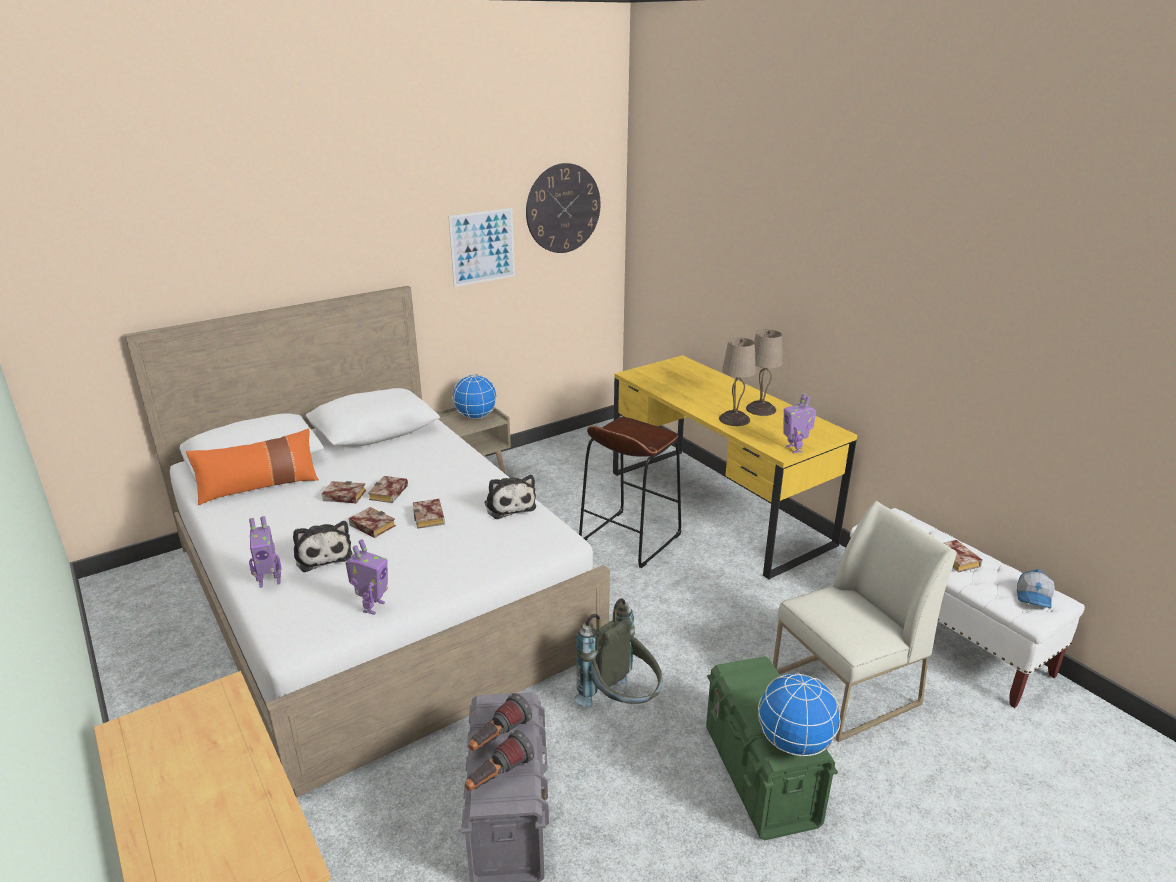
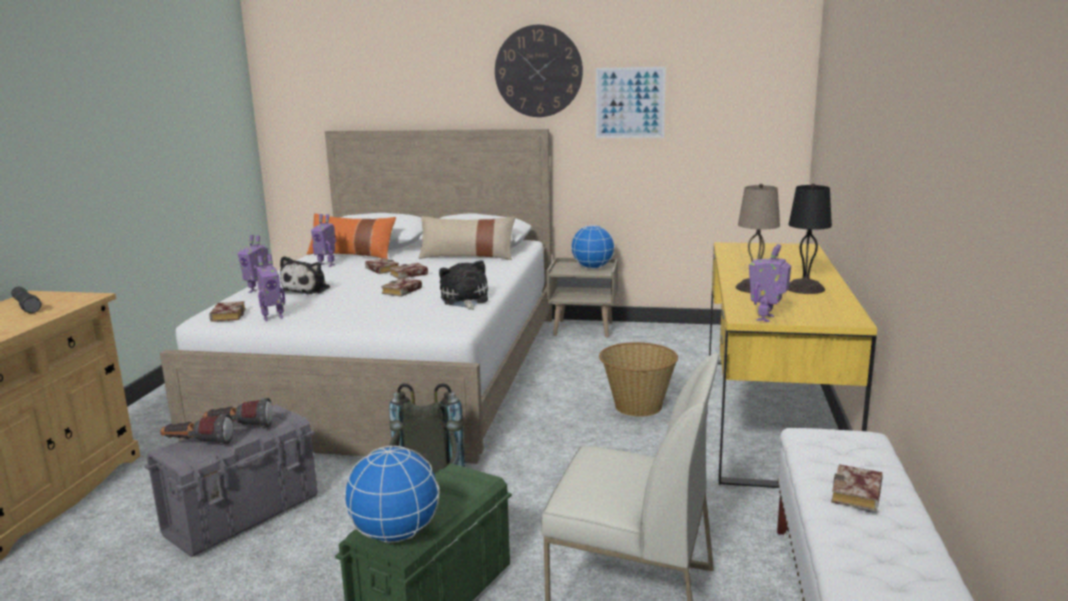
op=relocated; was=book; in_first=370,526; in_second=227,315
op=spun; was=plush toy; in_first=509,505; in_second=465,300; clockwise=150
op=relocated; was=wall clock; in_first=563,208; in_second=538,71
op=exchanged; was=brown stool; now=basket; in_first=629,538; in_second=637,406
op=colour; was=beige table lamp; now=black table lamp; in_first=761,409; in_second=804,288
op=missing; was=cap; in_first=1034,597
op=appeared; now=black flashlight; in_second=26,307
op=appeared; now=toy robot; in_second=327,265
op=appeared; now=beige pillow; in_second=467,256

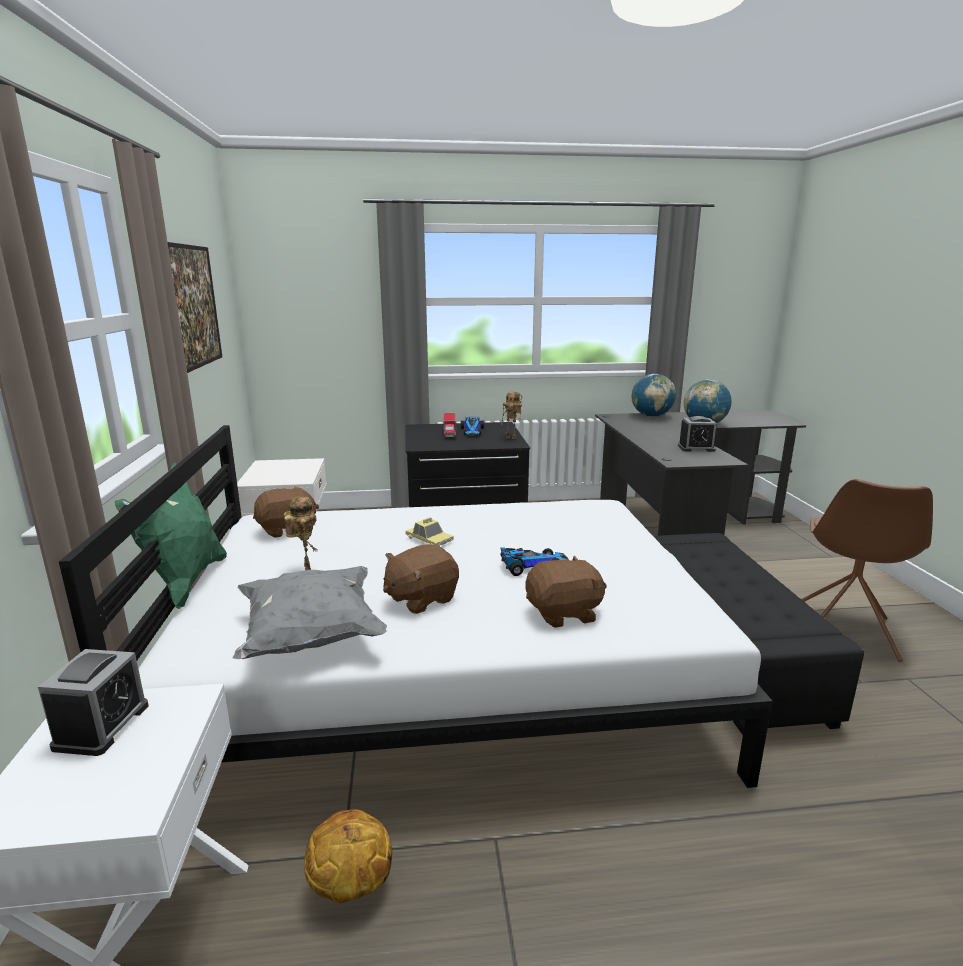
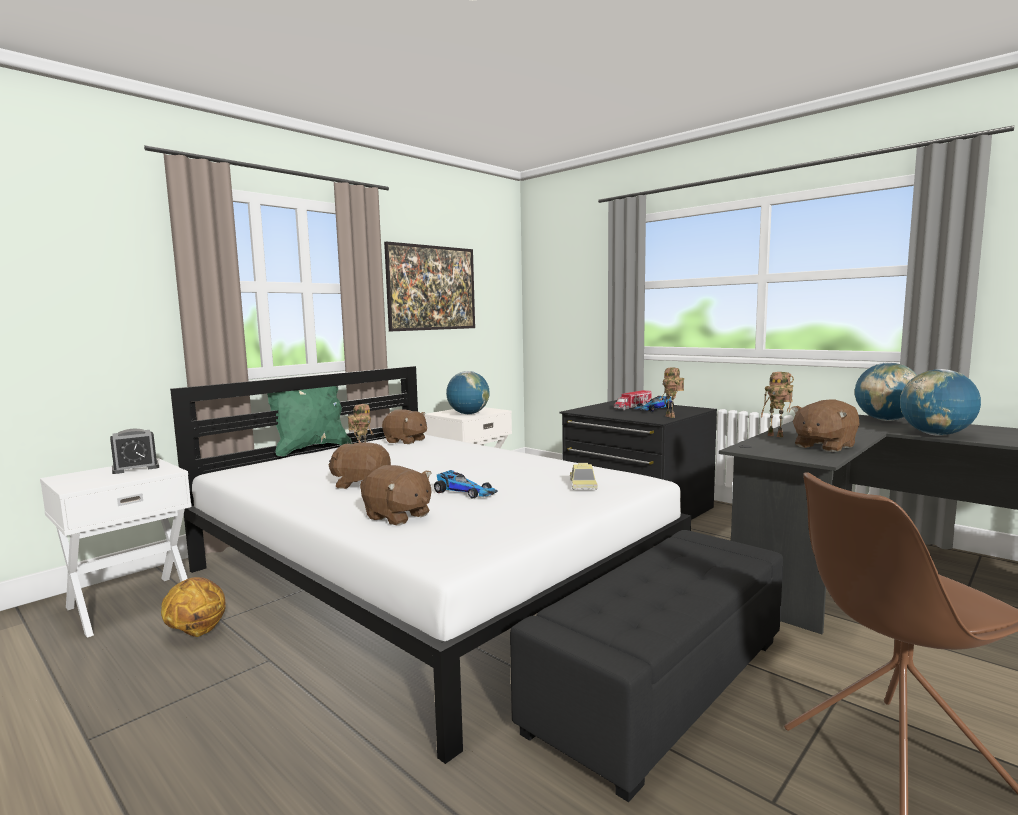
op=missing; was=grey pillow; in_first=311,636
op=relocated; was=toy car; in_first=429,539; in_second=583,485
op=exchanged; was=alarm clock; now=brown plush toy; in_first=696,448; in_second=823,446
op=appeared; now=globe; in_second=468,414
op=appeared; now=toy robot; in_second=777,436

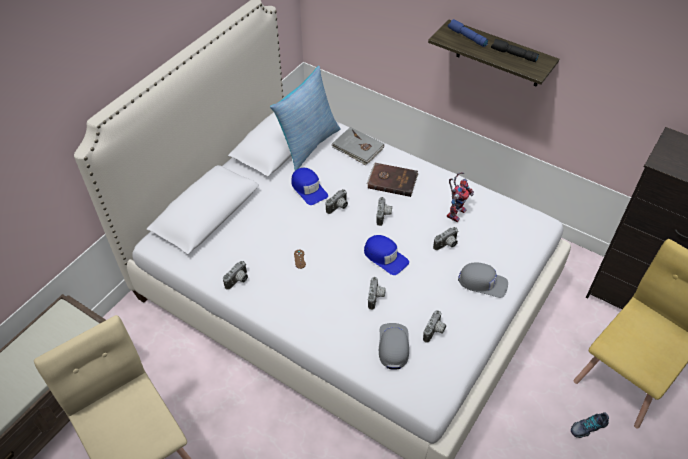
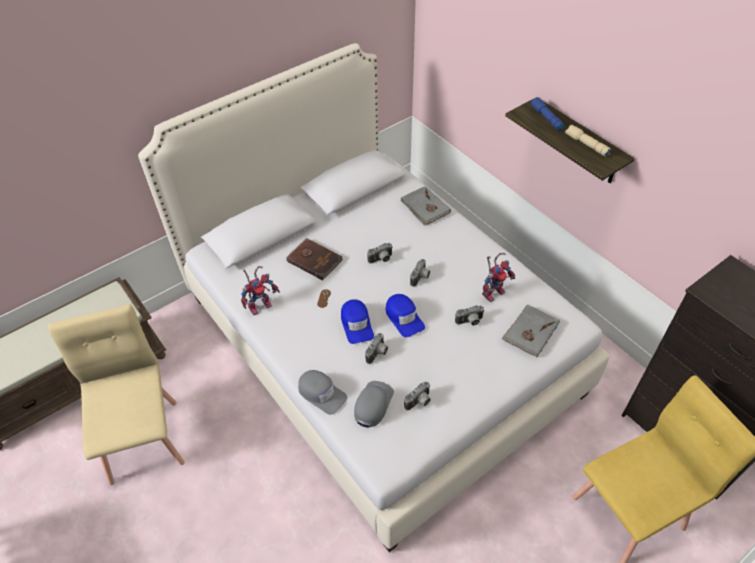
op=exchanged; was=photo camera; now=toy robot; in_first=238,281; in_second=261,304
op=missing; was=pillow; in_first=307,145
op=relocated; was=blue cap; in_first=308,189; in_second=356,324
op=relocated; was=brown book; in_first=392,180; in_second=314,260
op=relocated; was=grey cap; in_first=483,282; in_second=321,393
op=colour; was=black flashlight; now=beige flashlight; in_first=513,55; in_second=586,145
op=missing; was=shoe; in_first=588,427
op=appeared; now=grey book; in_second=530,332

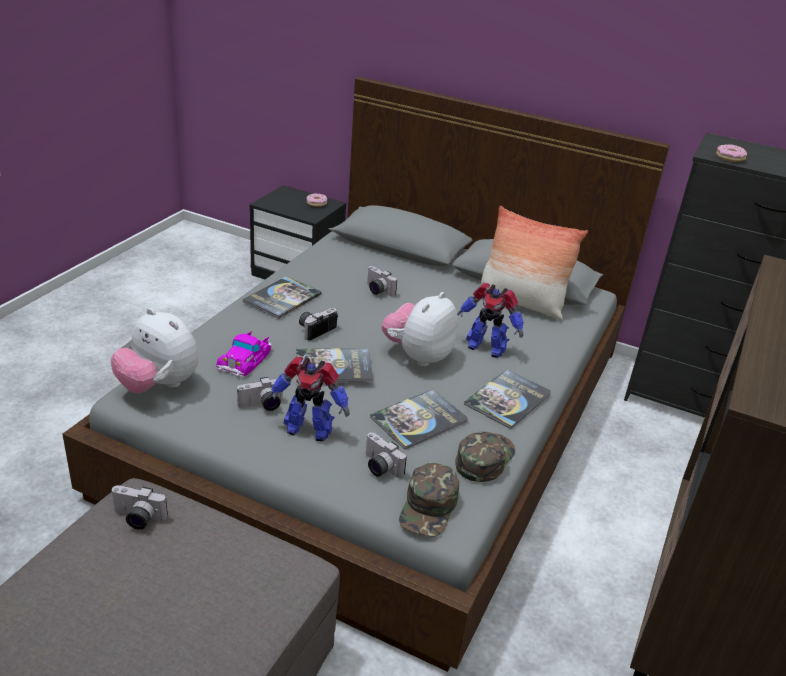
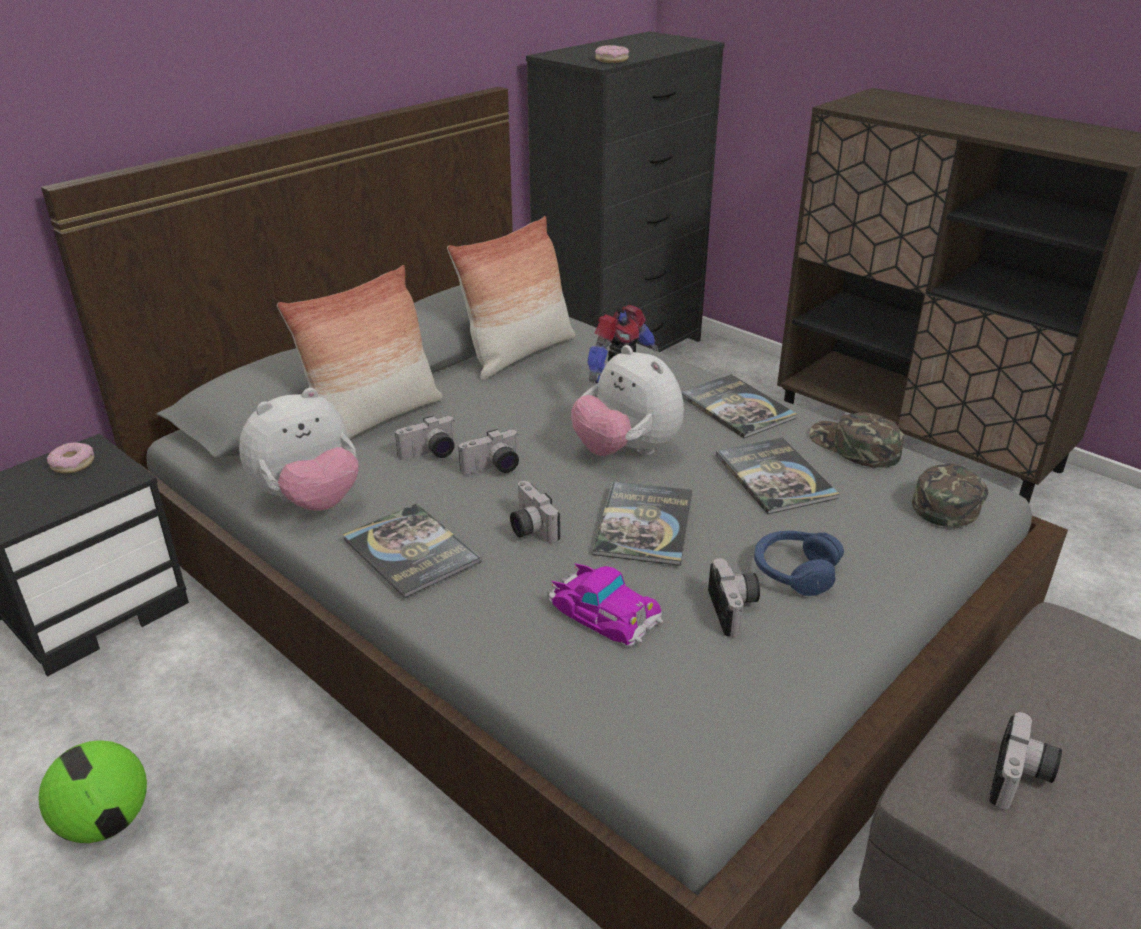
op=relocated; was=plush toy; in_first=158,385; in_second=309,500
op=exchanged; was=toy robot; now=blue headphones; in_first=308,429; in_second=794,571
op=relocated; was=photo camera; in_first=379,467; in_second=493,469
op=spun; was=green cap; in_first=429,507; in_second=949,500; clockwise=-90
op=appeared; now=football; in_second=106,821
op=appeared; now=pillow; in_second=375,419

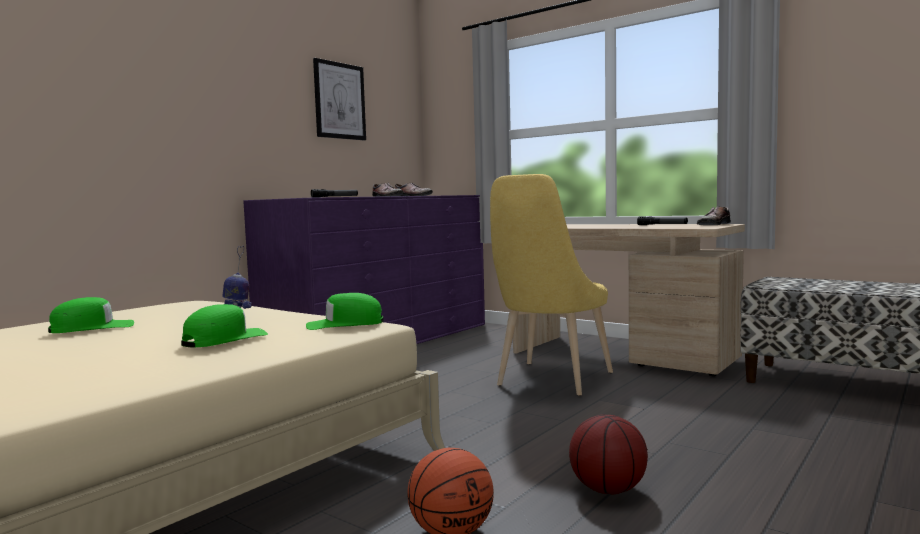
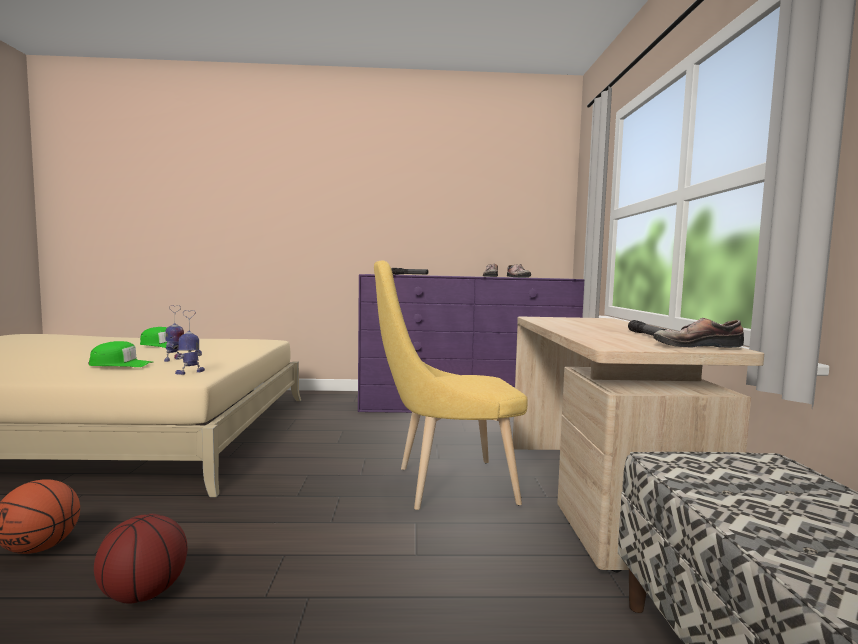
op=exchanged; was=green cap; now=toy robot; in_first=345,324; in_second=191,372
op=missing; was=picture; in_first=339,101

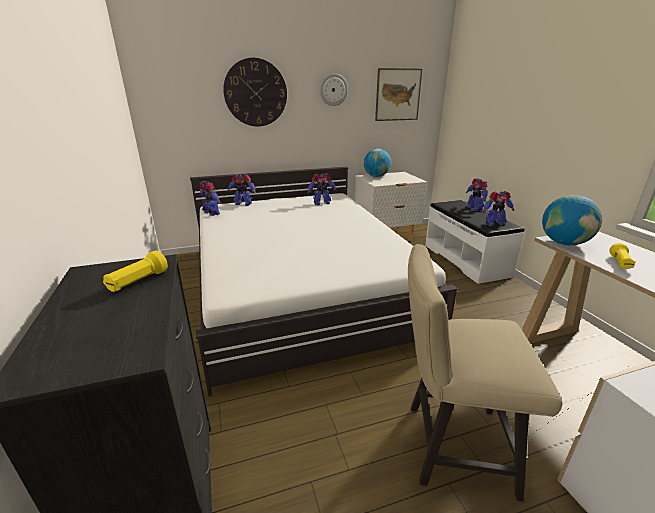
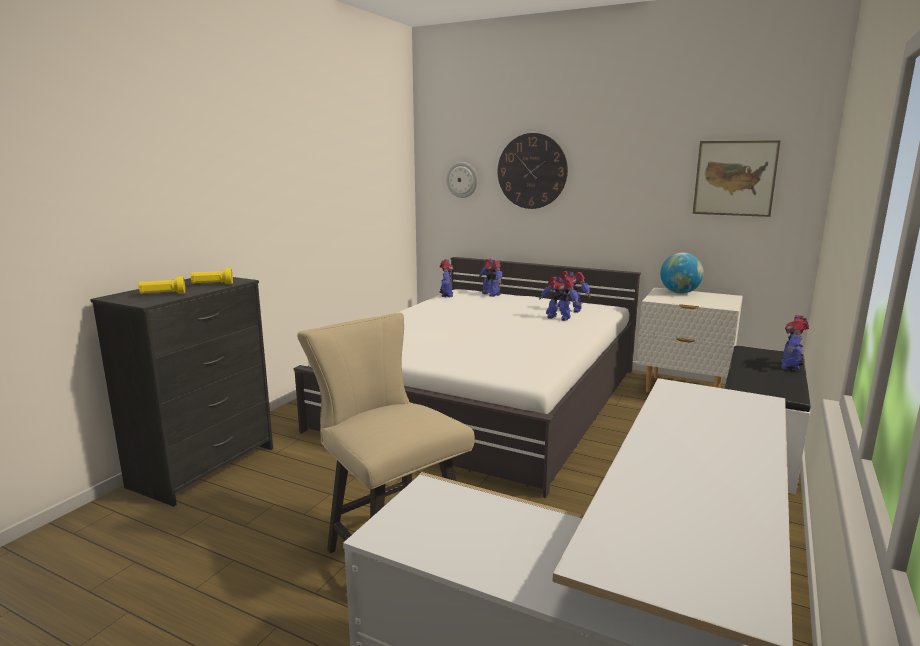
op=relocated; was=wall clock; in_first=333,90; in_second=462,180
op=relocated; was=toy robot; in_first=494,223; in_second=558,317
op=missing; was=globe; in_first=564,243
op=relocated; was=yellow flashlight; in_first=619,263; in_second=163,294

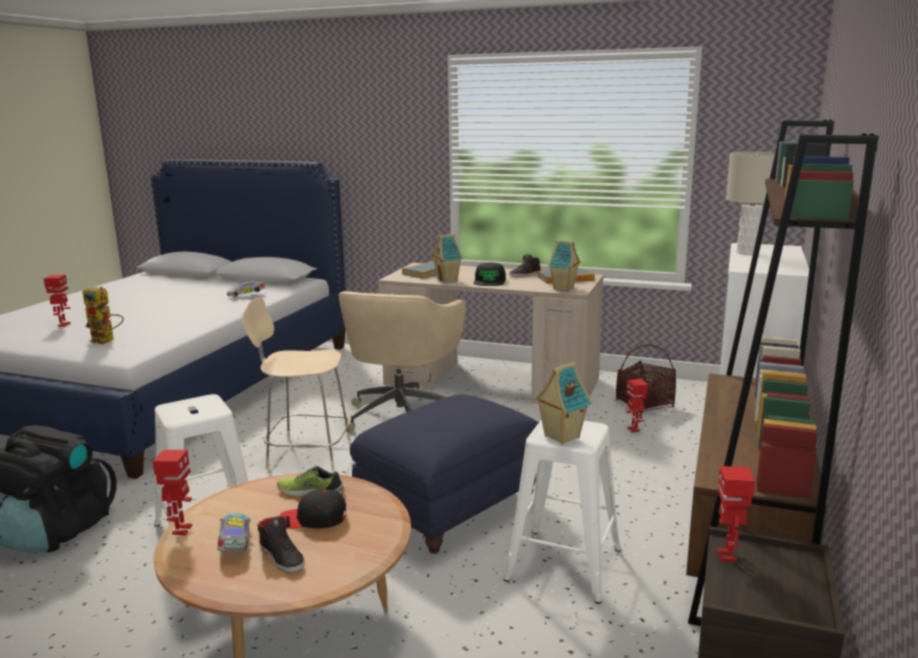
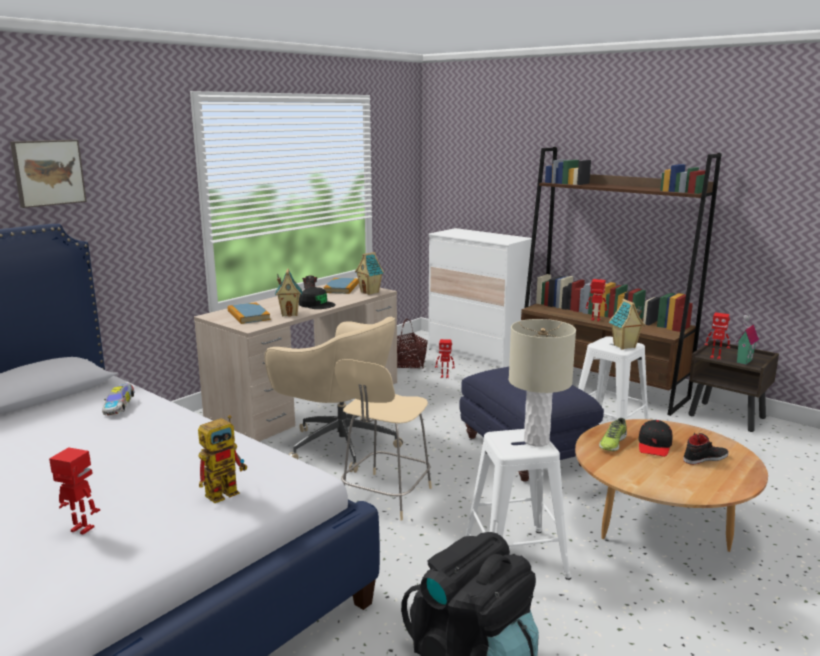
op=relocated; was=toy robot; in_first=181,530; in_second=595,320
op=missing; was=toy car; in_first=235,543
op=relocated; was=beige table lamp; in_first=747,253; in_second=536,441
op=appeared; now=picture; in_second=48,172
op=appeared; now=toy house; in_second=743,361

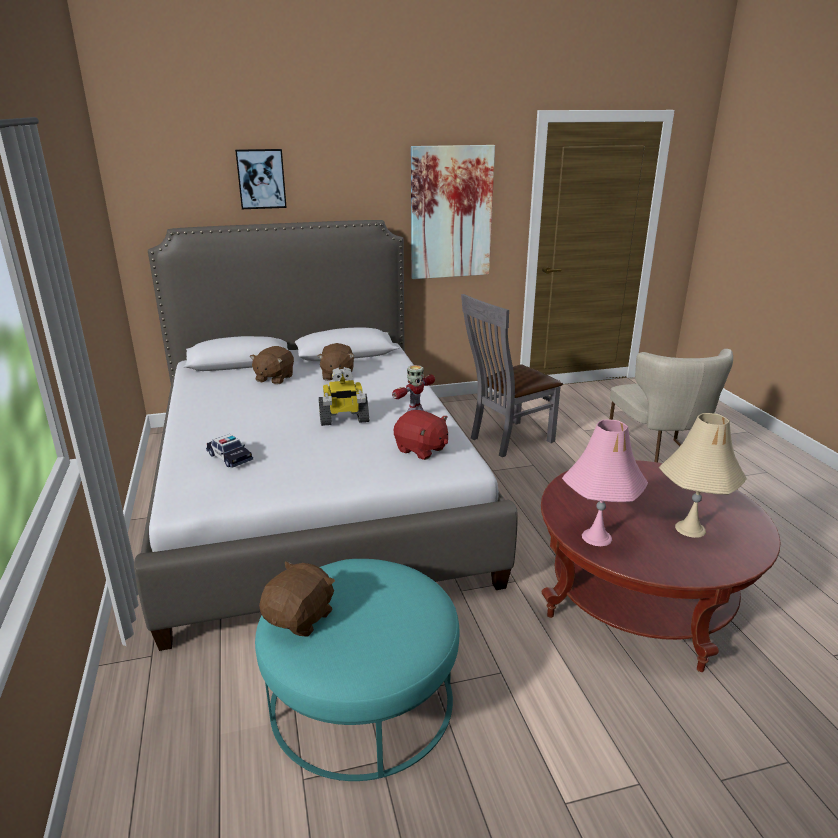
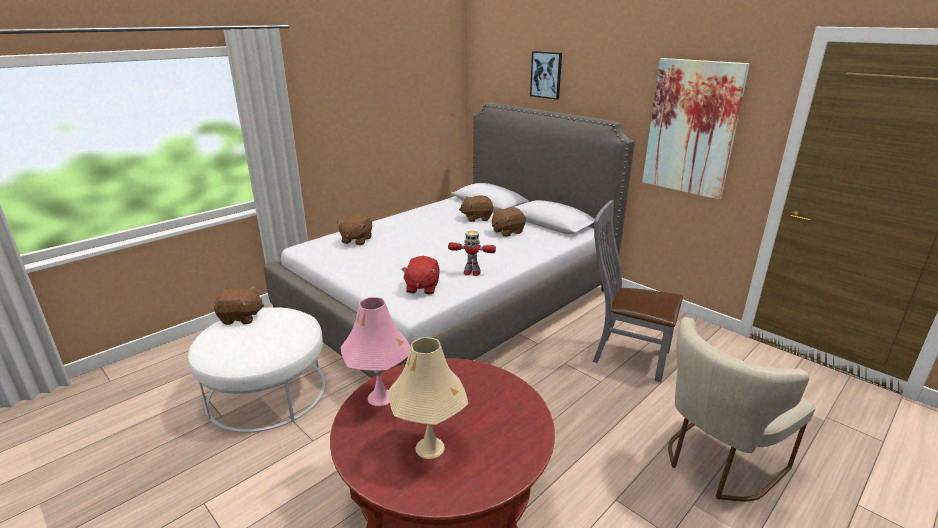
op=exchanged; was=toy car; now=brown plush toy; in_first=229,457; in_second=356,240
op=colour; was=turquoise ottoman; now=white ottoman; in_first=362,698; in_second=267,392
op=missing; was=toy robot; in_first=343,419

